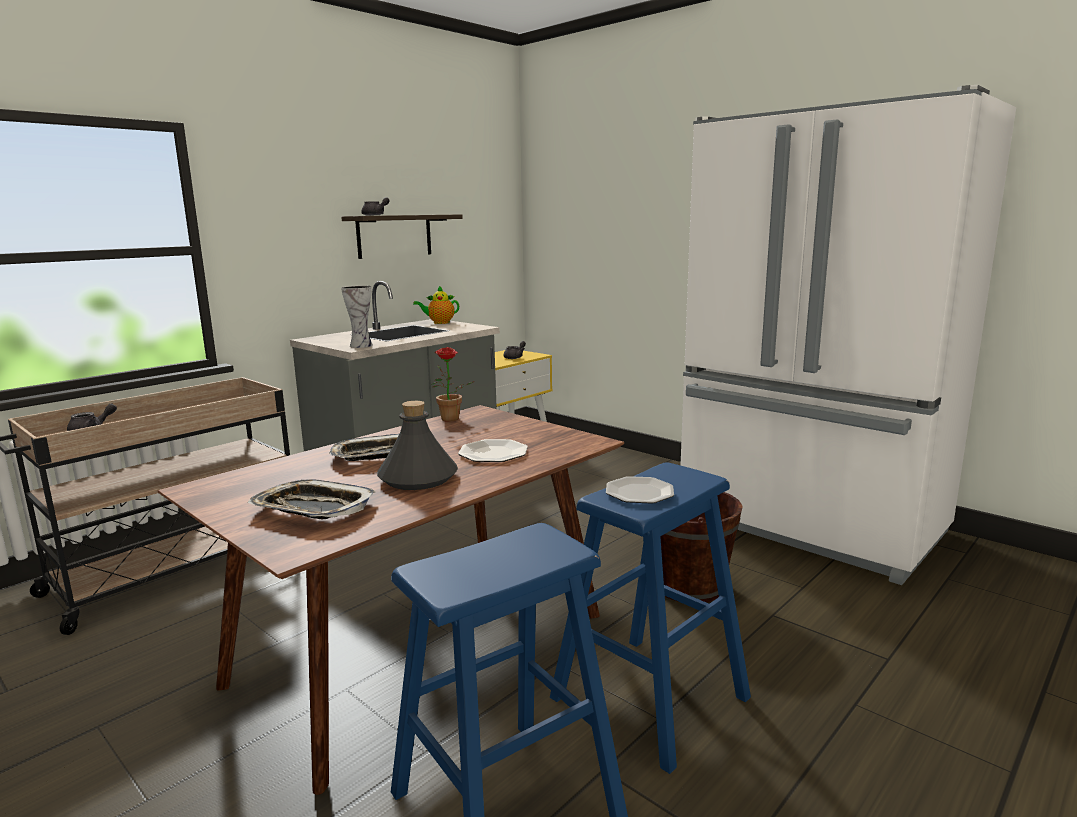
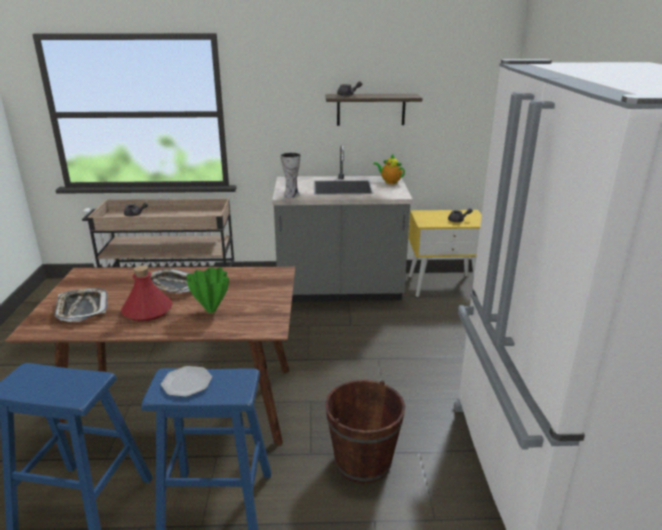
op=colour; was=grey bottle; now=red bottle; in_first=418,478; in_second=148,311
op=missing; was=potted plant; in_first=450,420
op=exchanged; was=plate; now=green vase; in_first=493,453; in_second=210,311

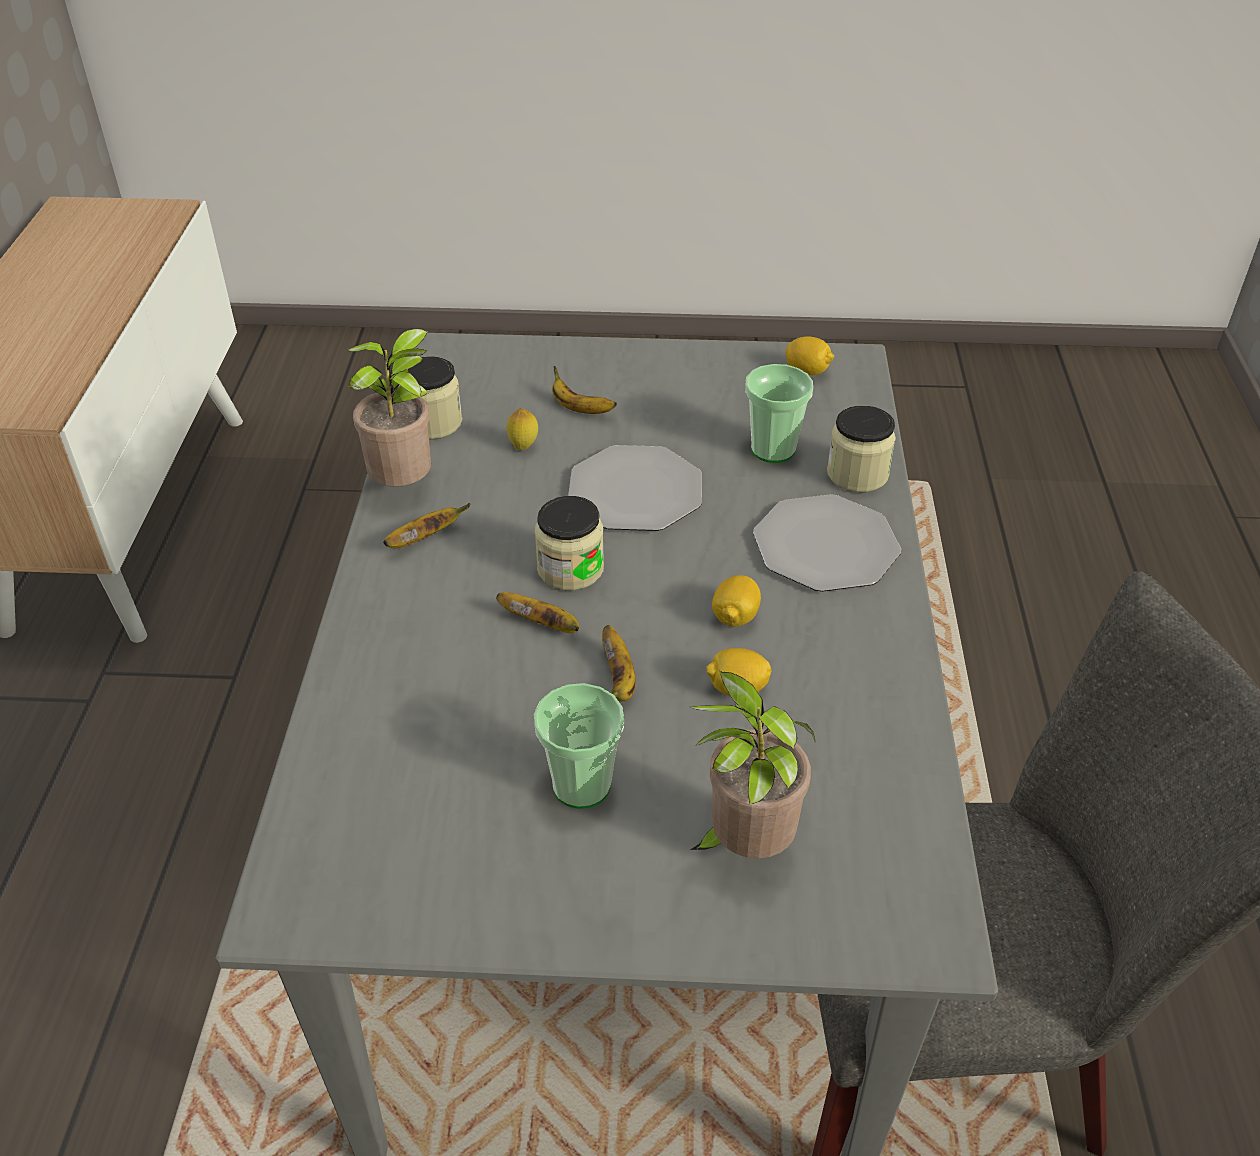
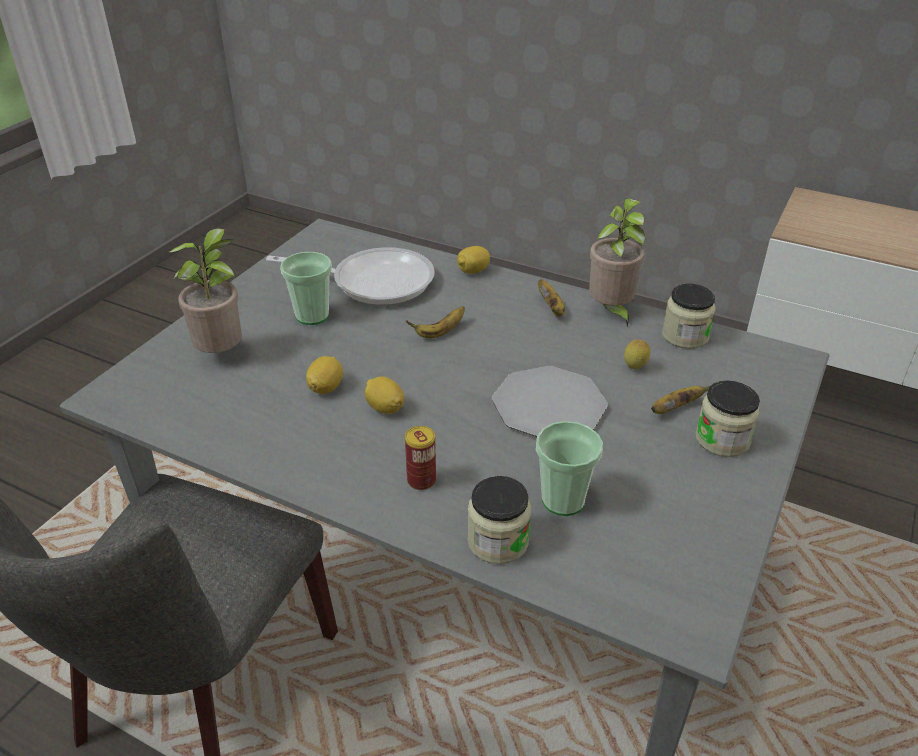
op=relocated; was=jar; in_first=570,569; in_second=722,439
op=missing; was=banana; in_first=618,679
op=exchanged; was=plate; now=can; in_first=825,546; in_second=421,480
op=relocated; was=lemon; in_first=807,371; in_second=473,271
op=appeared; now=frying pan; in_second=374,282

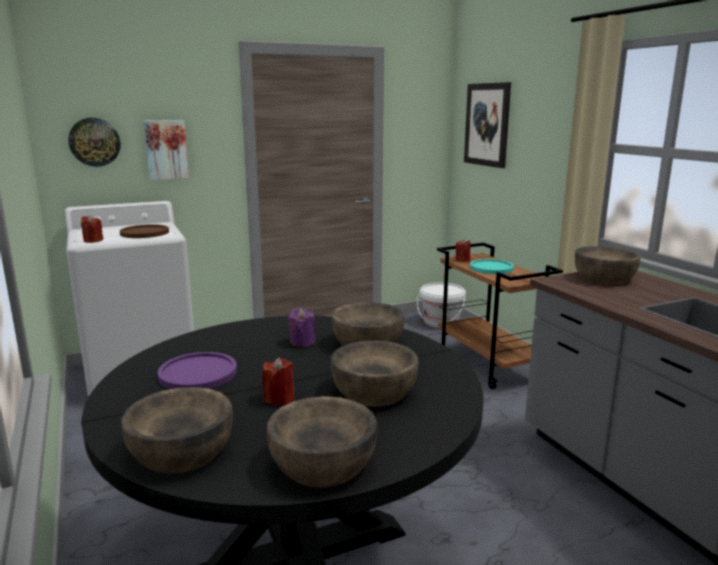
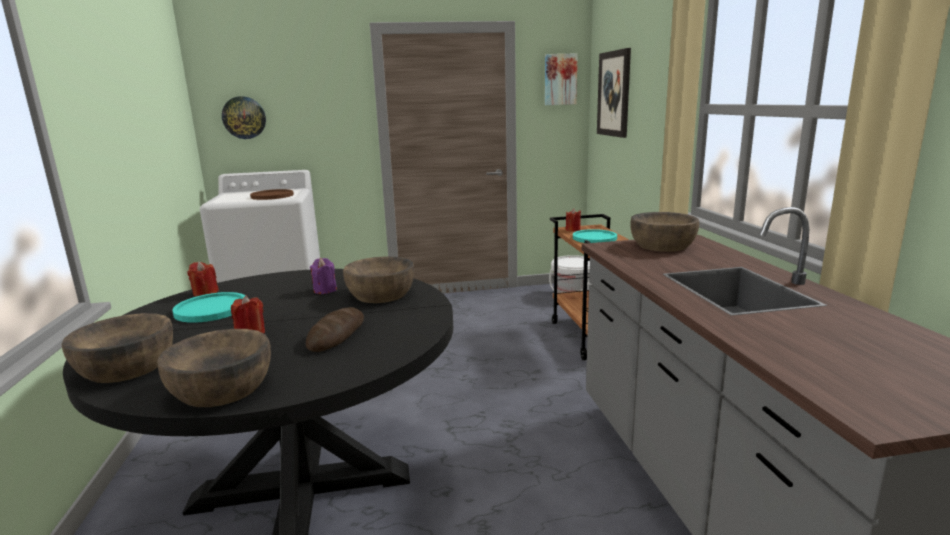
op=relocated; was=red candle; in_first=93,240; in_second=205,293
op=relocated; was=picture; in_first=166,149; in_second=560,79
op=colour; was=purple plate; now=turquoise plate; in_first=198,373; in_second=211,309
op=exchanged; was=brown bowl; now=bread; in_first=373,391; in_second=336,334

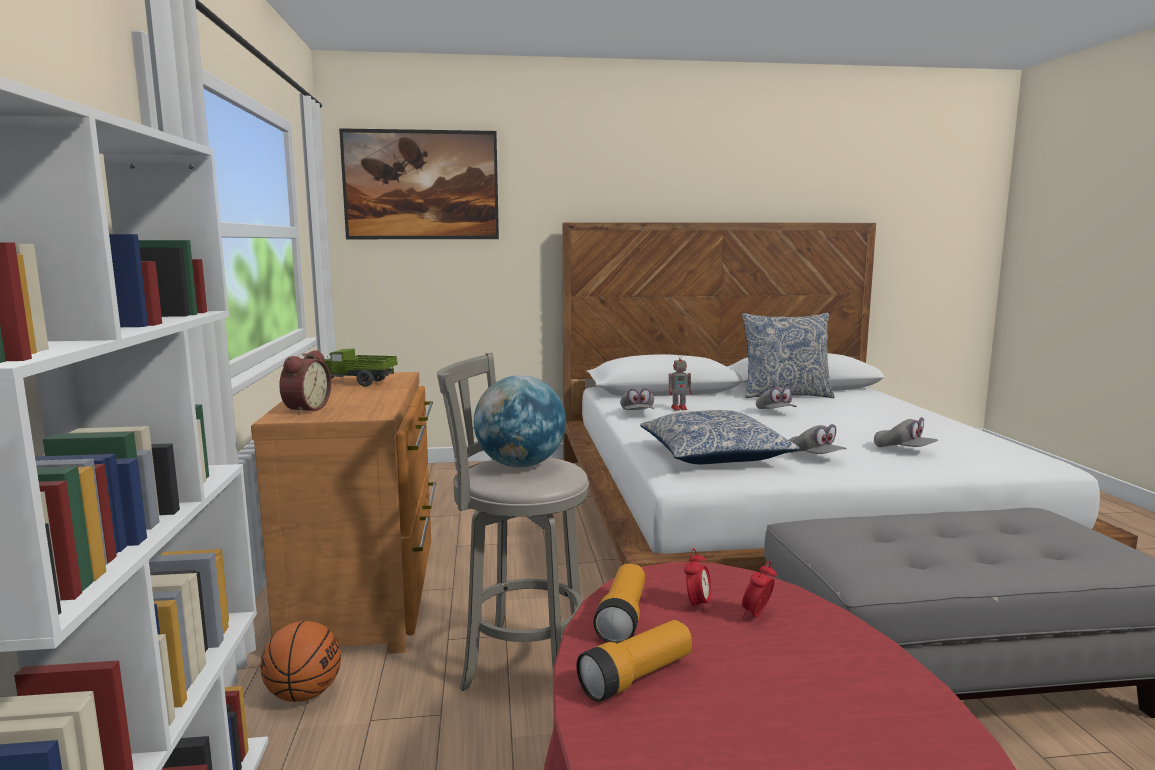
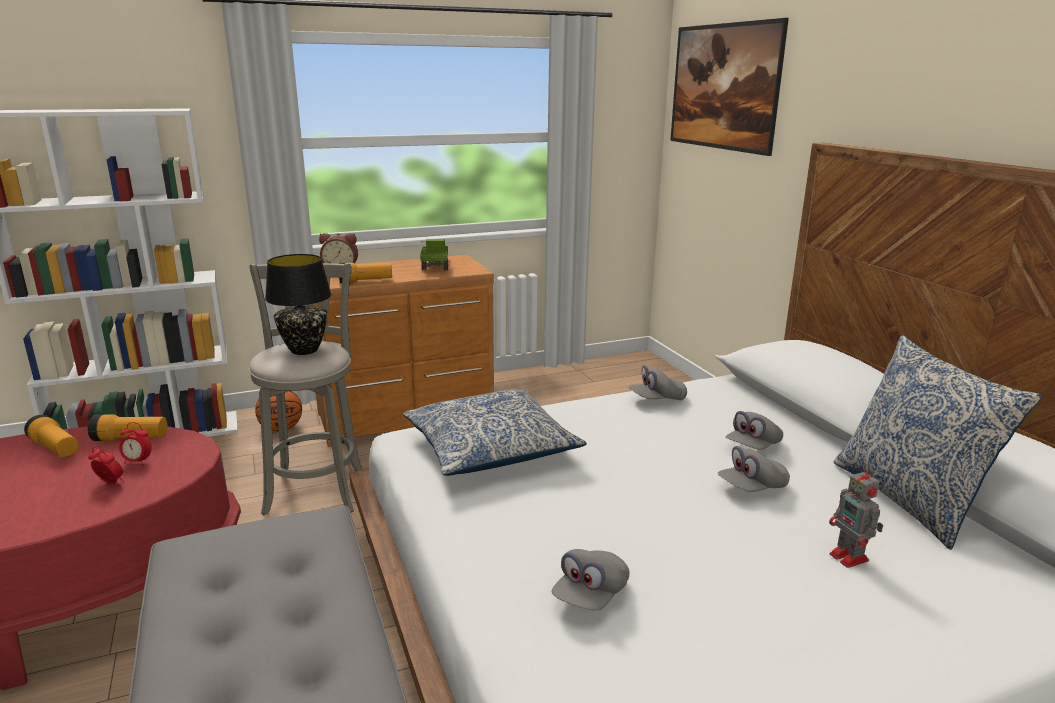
op=exchanged; was=globe; now=black table lamp; in_first=520,465; in_second=304,350
op=relocated; was=toy robot; in_first=679,408; in_second=850,558
op=relocated; was=grey cap; in_first=815,457; in_second=752,446
op=appeared; now=flashlight; in_second=365,281

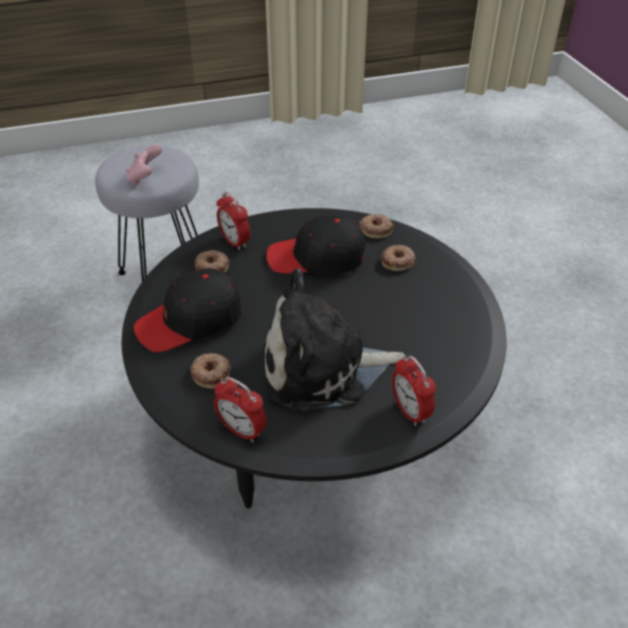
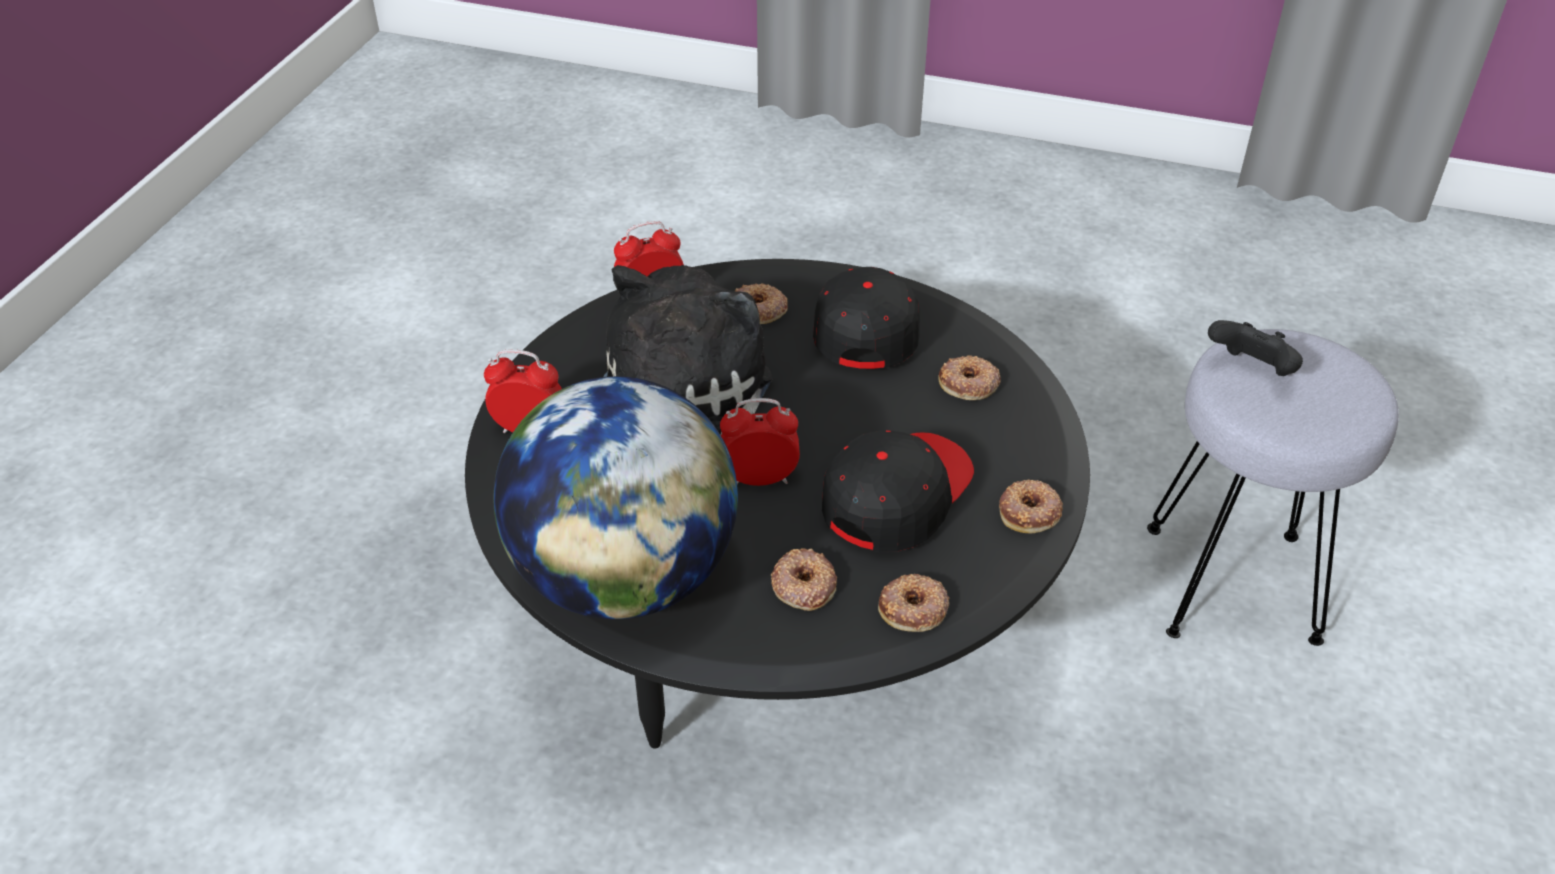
op=colour; was=pink game controller; now=black game controller; in_first=145,178; in_second=1251,371
op=relocated; was=alarm clock; in_first=235,242; in_second=759,479
op=appeared; now=globe; in_second=625,577
op=appeared; now=donut; in_second=1030,512

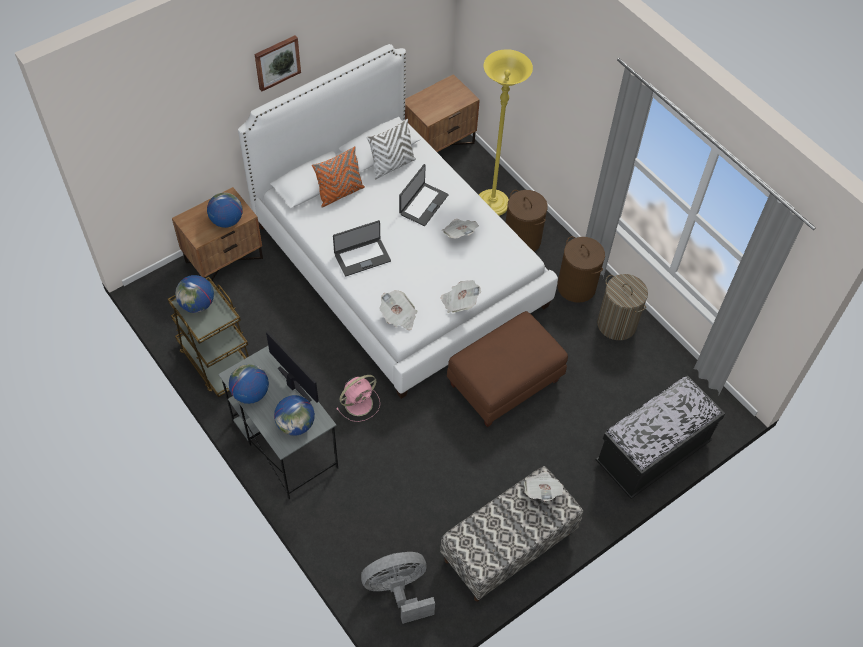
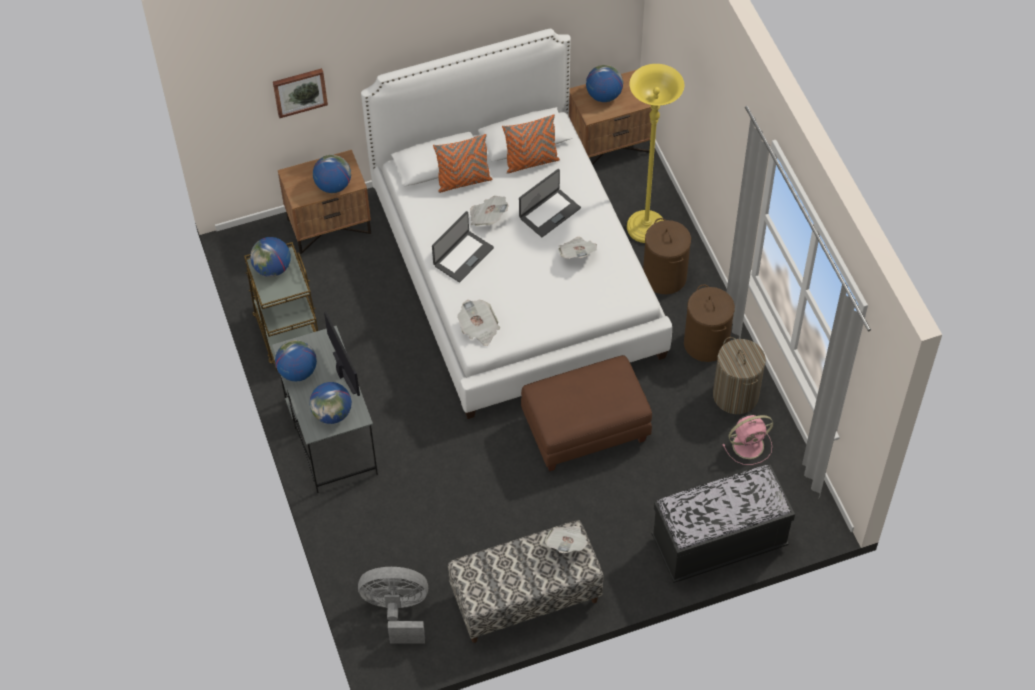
op=relocated; was=picture; in_first=277,62; in_second=299,91
op=spun; was=laptop; in_first=362,257; in_second=462,256; clockwise=-45
op=relocated; was=pink fan; in_first=359,403; in_second=749,445
op=colour; was=white pillow; now=orange pillow; in_first=392,165; in_second=531,161
op=relocated; was=newspaper; in_first=459,302; in_second=487,217
op=appeared; now=globe; in_second=603,95

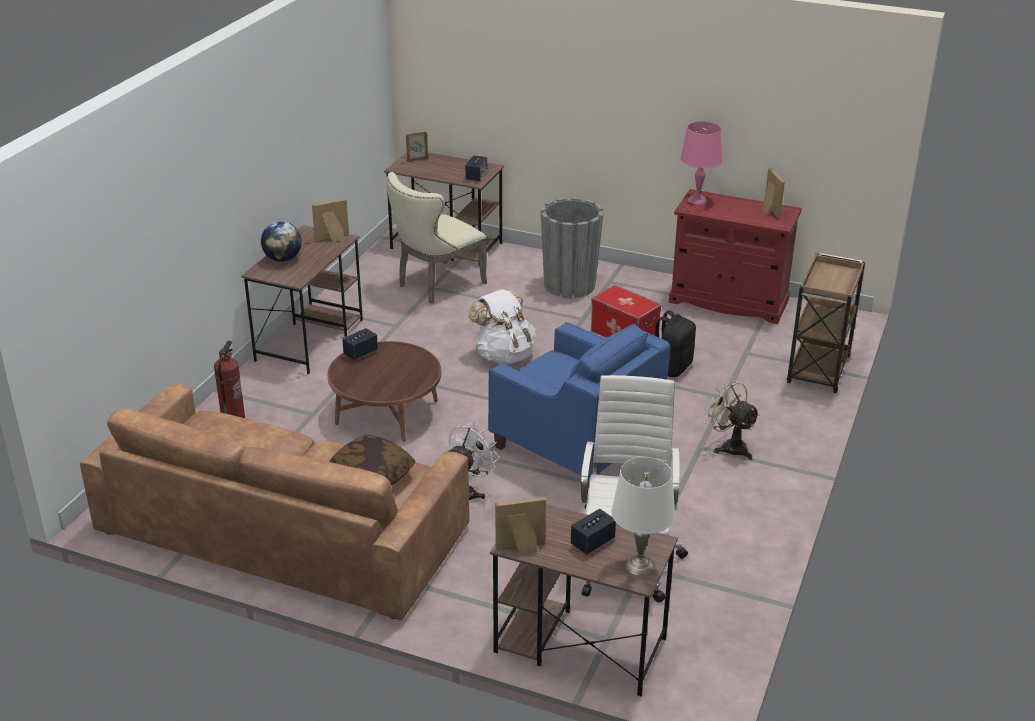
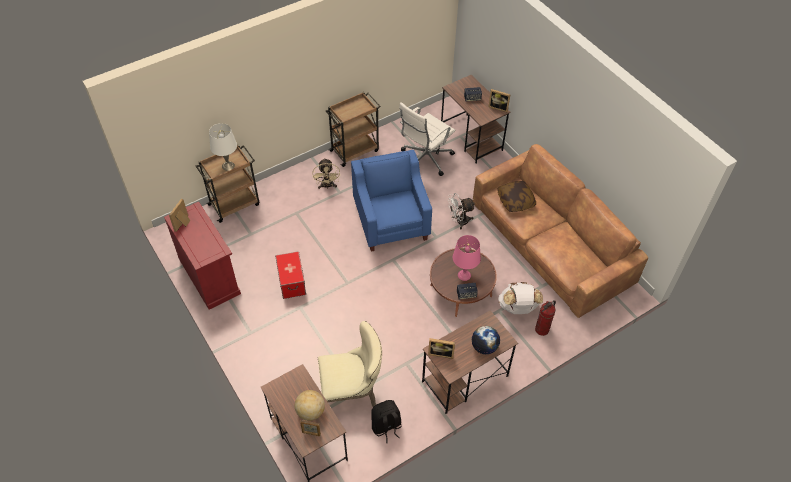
op=missing; was=speaker; in_first=476,176
op=relocated; was=white backpack; in_first=504,355; in_second=518,308
op=missing; was=grey planter; in_first=569,285
op=relocated; was=white table lamp; in_first=639,566; in_second=228,165
op=relocated; was=black backpack; in_first=672,367; in_second=386,427
op=relocated; was=pink table lamp; in_first=697,200; in_second=464,275
op=appeared; now=globe; in_second=310,411
op=appeared; now=brown cart; in_second=355,150

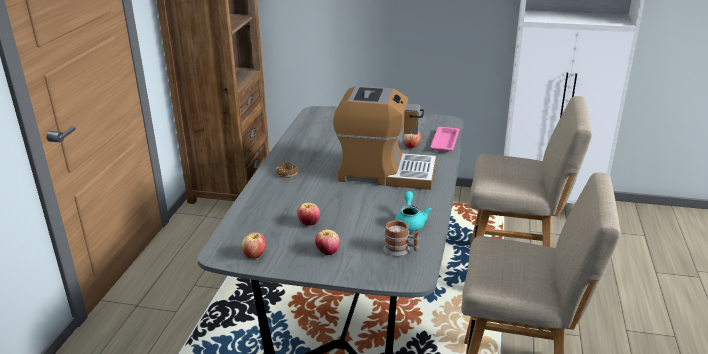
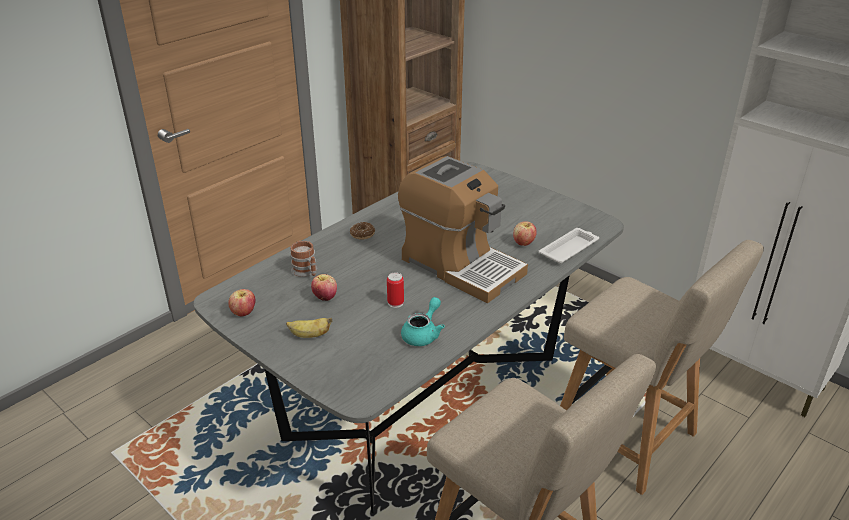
op=exchanged; was=apple; now=banana; in_first=327,252; in_second=309,335
op=relocated; was=mug; in_first=401,250; in_second=306,272
op=colour; was=pink tray; now=white tray; in_first=445,142; in_second=569,249
op=appeared; now=can; in_second=395,303

